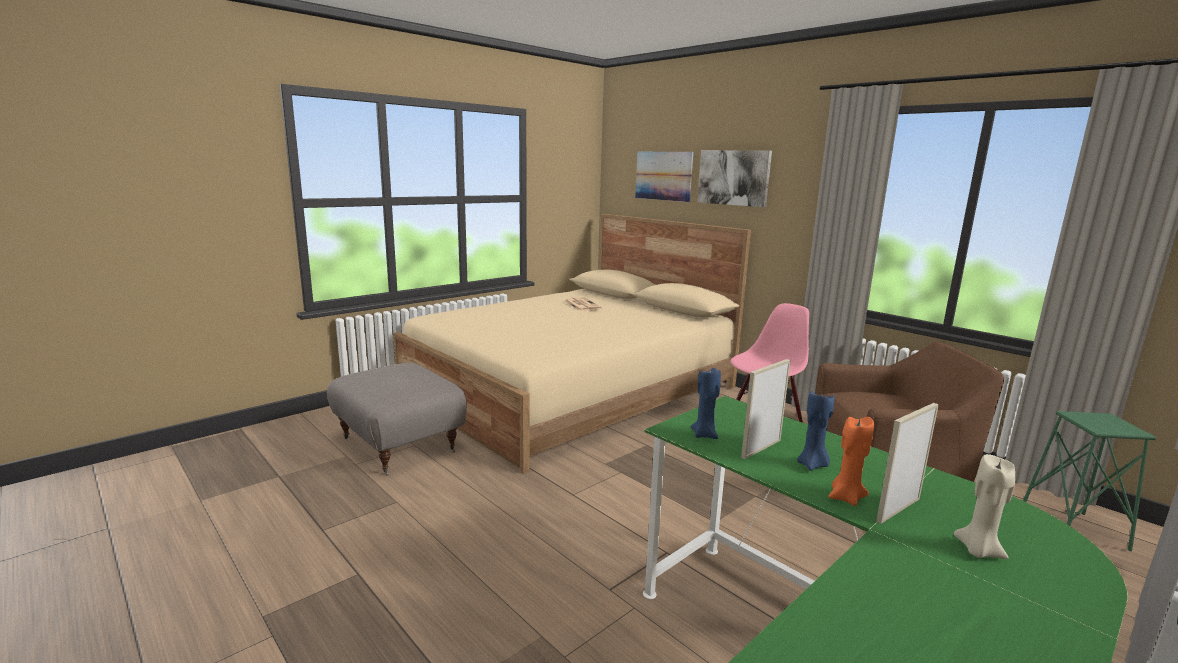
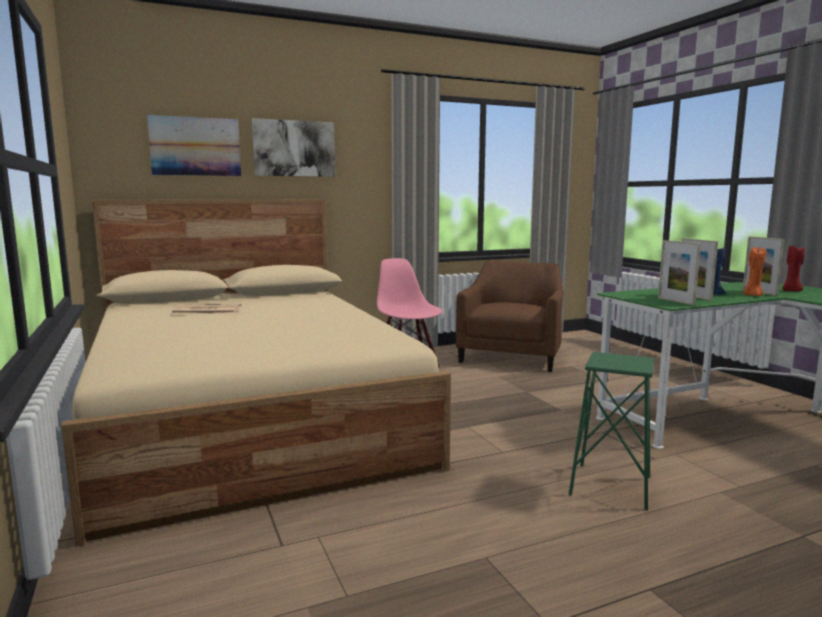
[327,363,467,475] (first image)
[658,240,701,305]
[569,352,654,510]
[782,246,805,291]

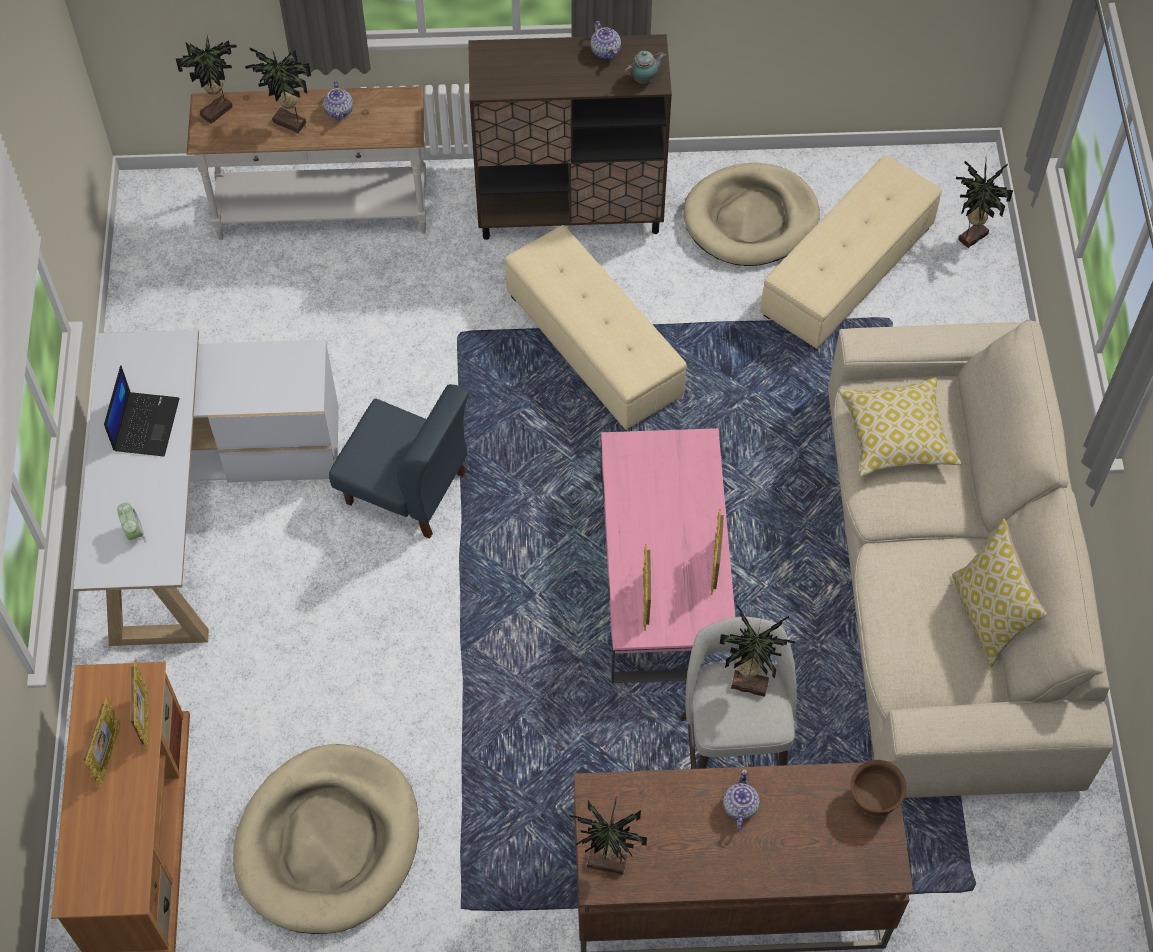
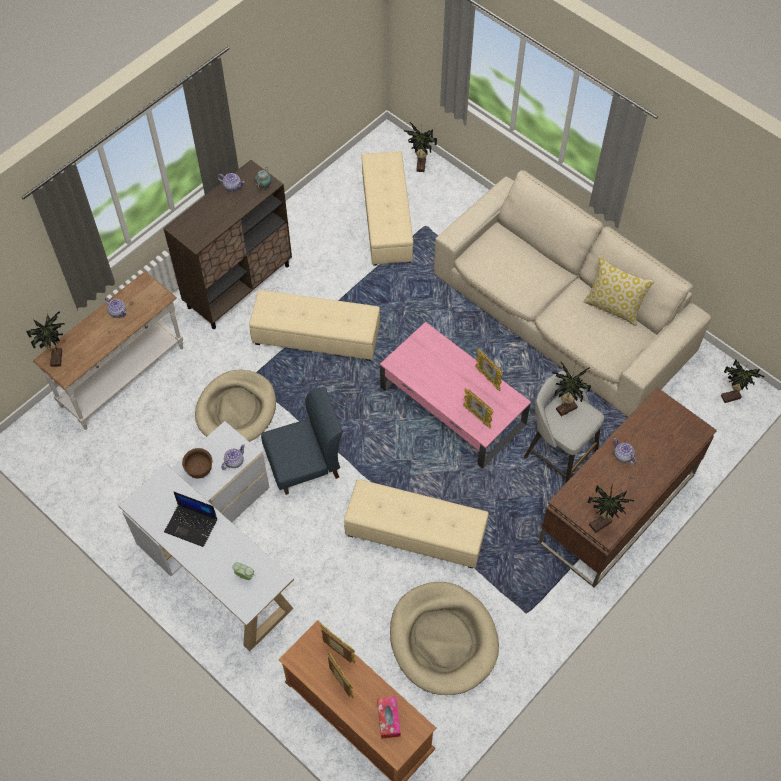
[721,359,764,403]
[195,370,276,442]
[164,492,217,547]
[838,377,961,477] (first image)
[182,448,212,478]
[221,444,245,470]
[344,479,489,568]
[377,696,401,739]

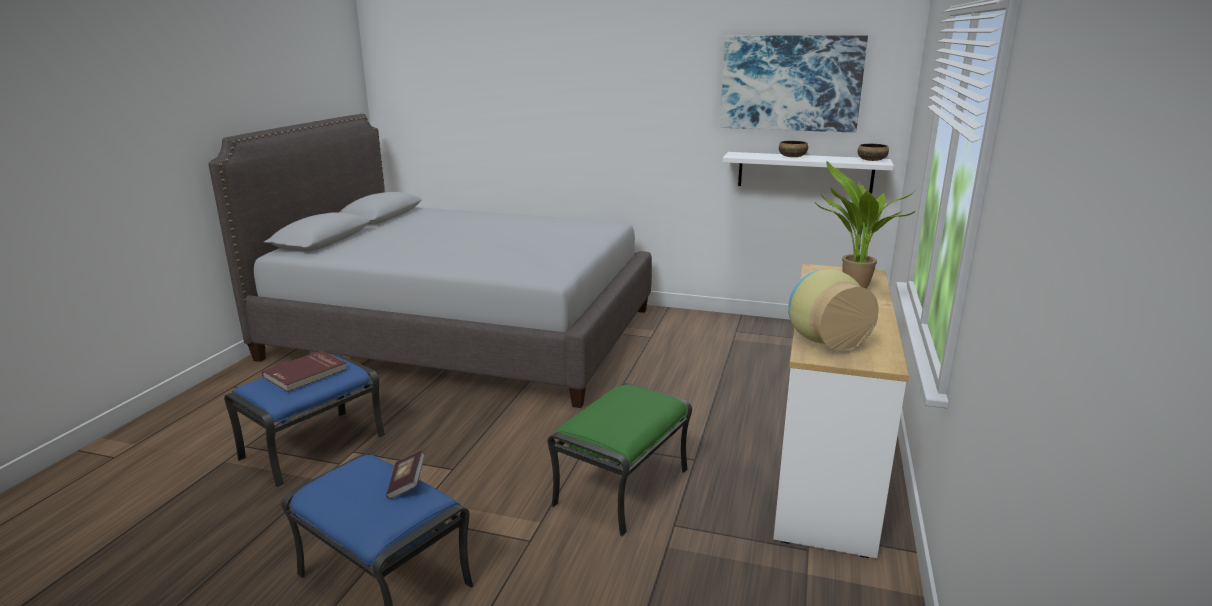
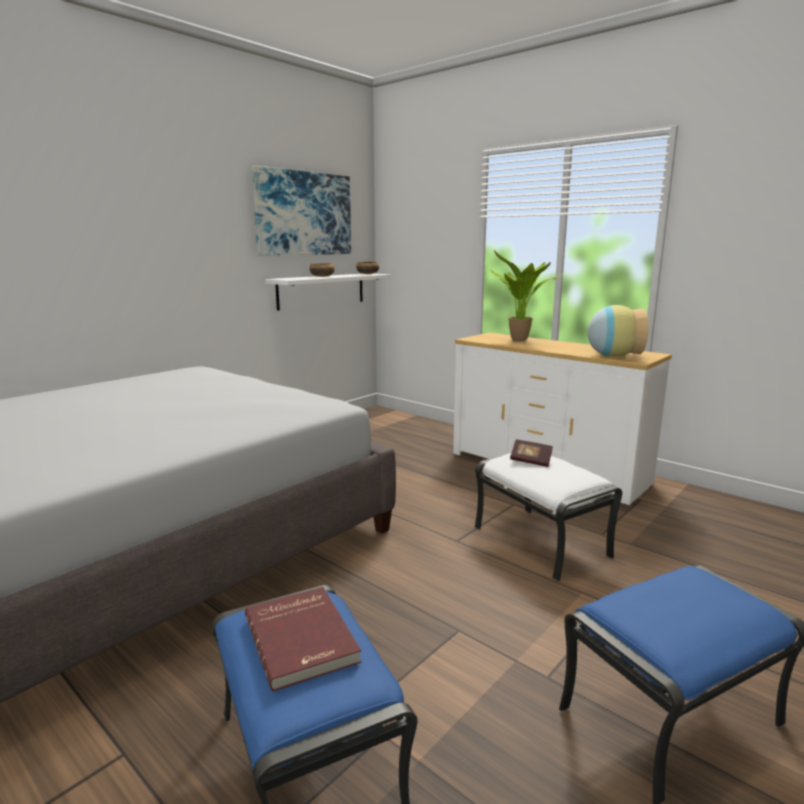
[475,453,622,582]
[510,439,553,467]

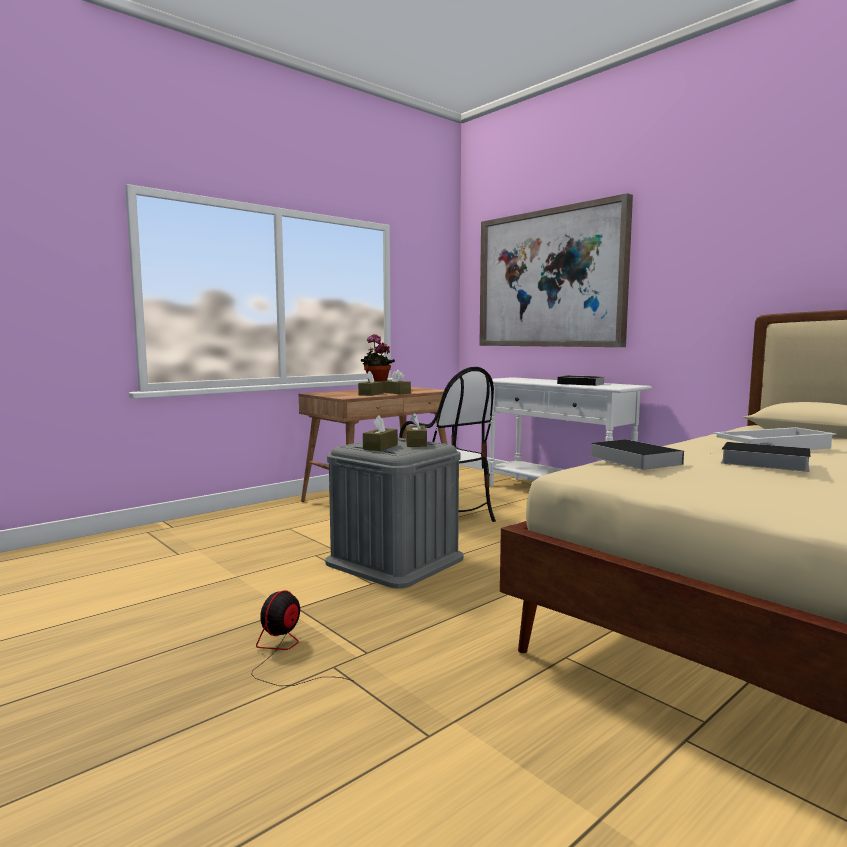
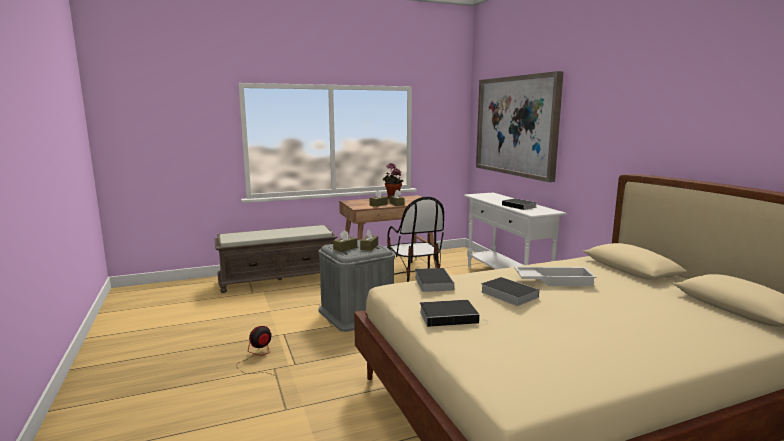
[215,225,338,293]
[420,300,487,327]

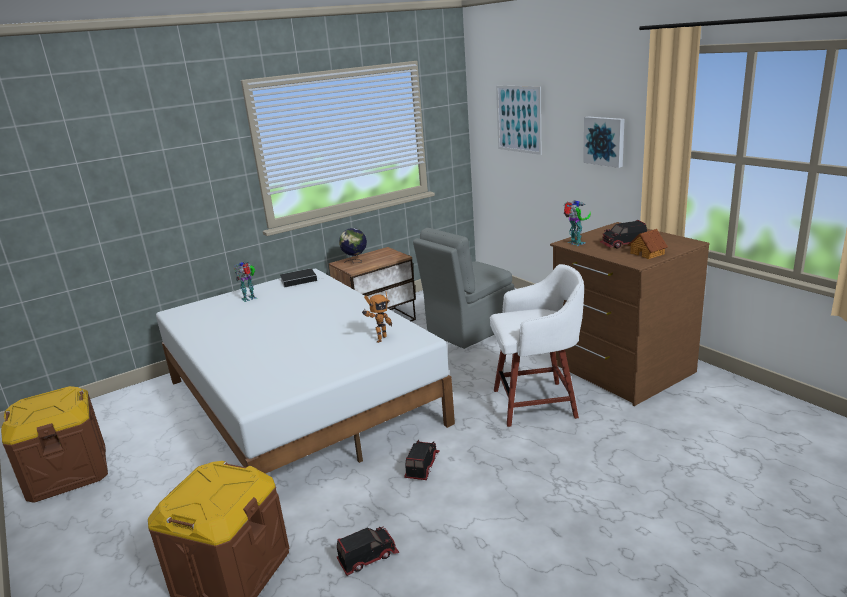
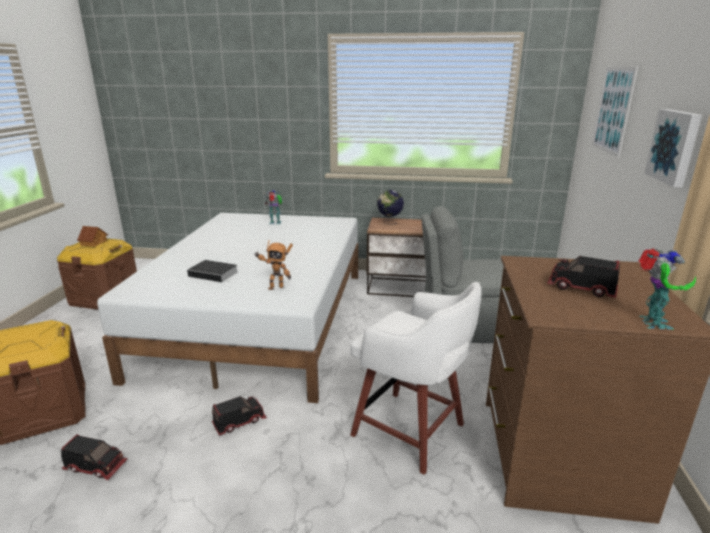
[639,248,696,330]
[77,226,108,247]
[187,260,238,283]

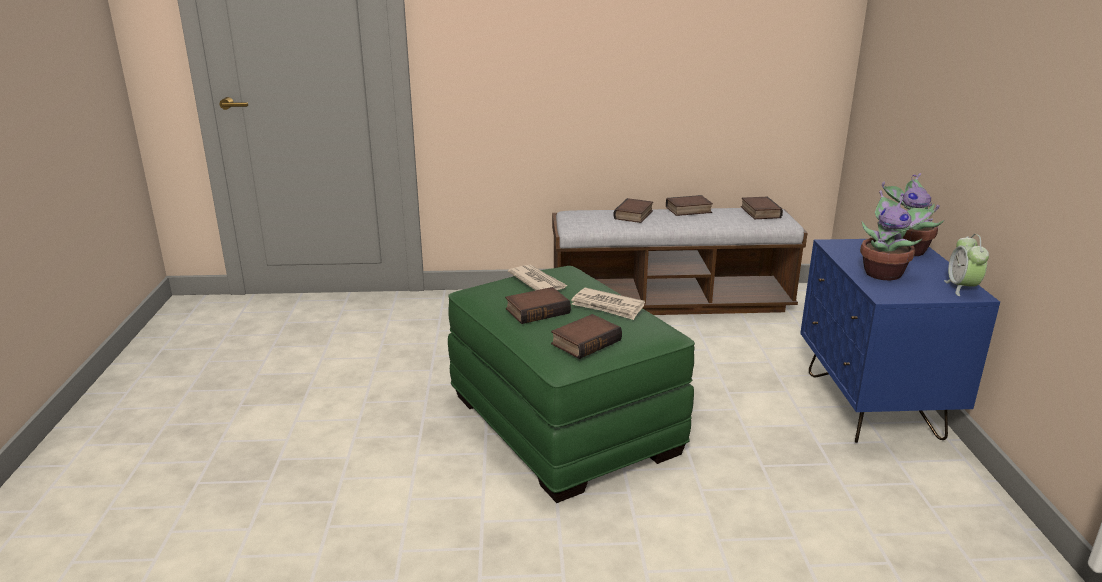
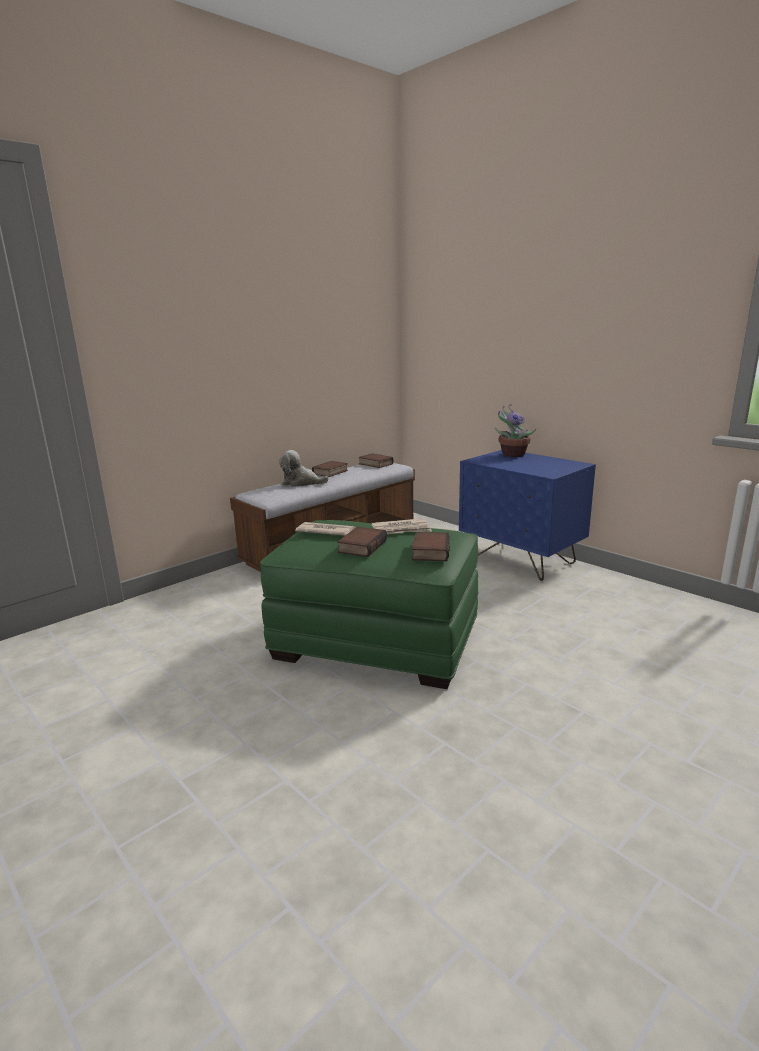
[860,190,939,280] (first image)
[279,450,329,487]
[944,234,989,296] (first image)

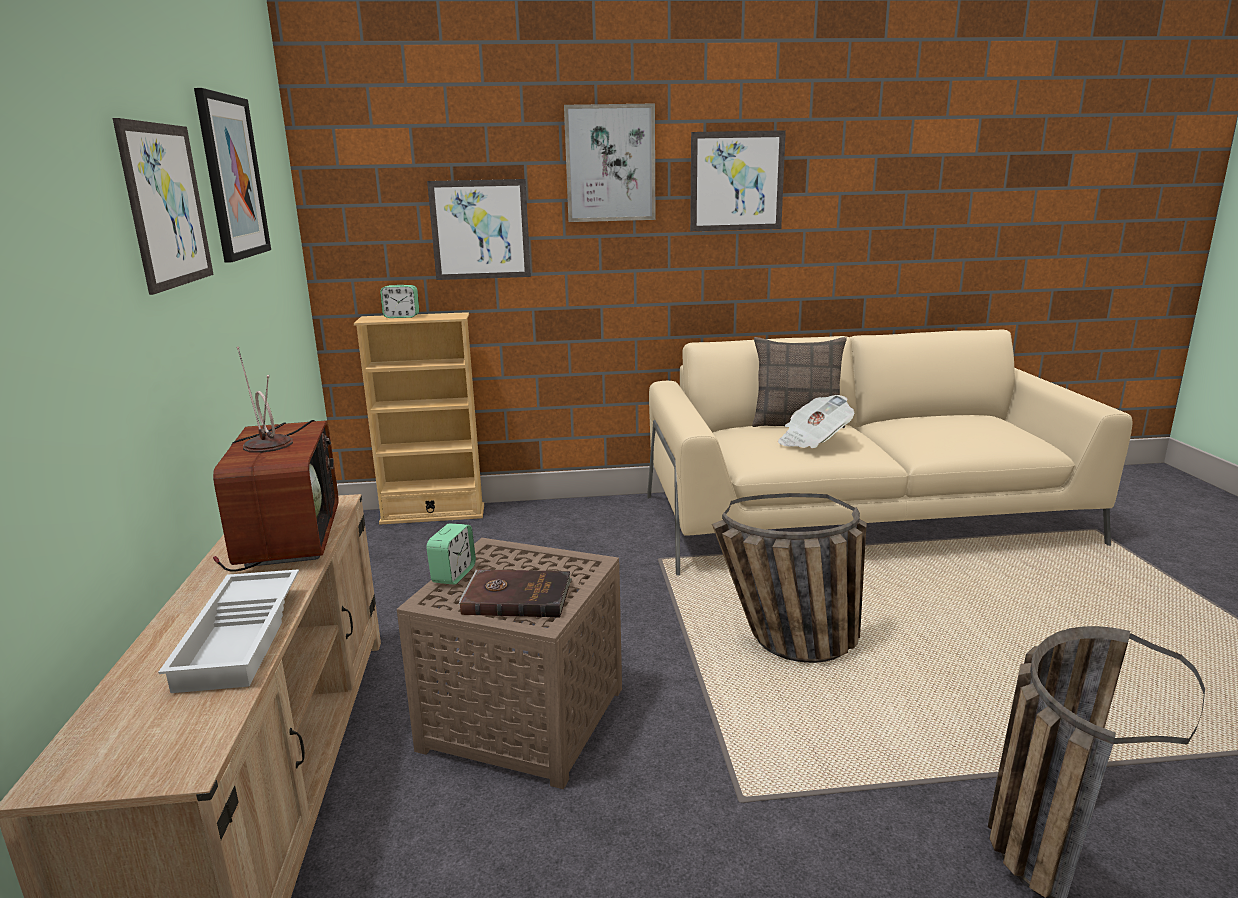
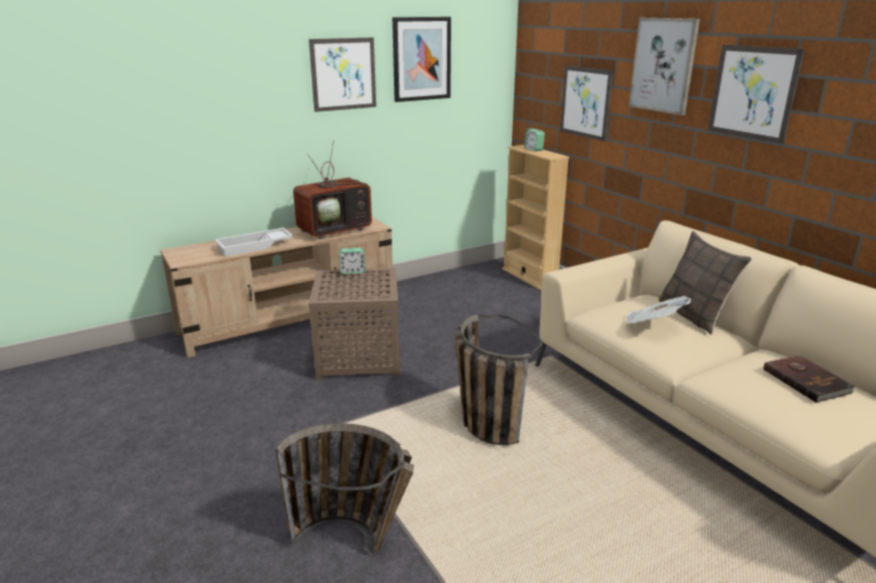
[763,355,855,403]

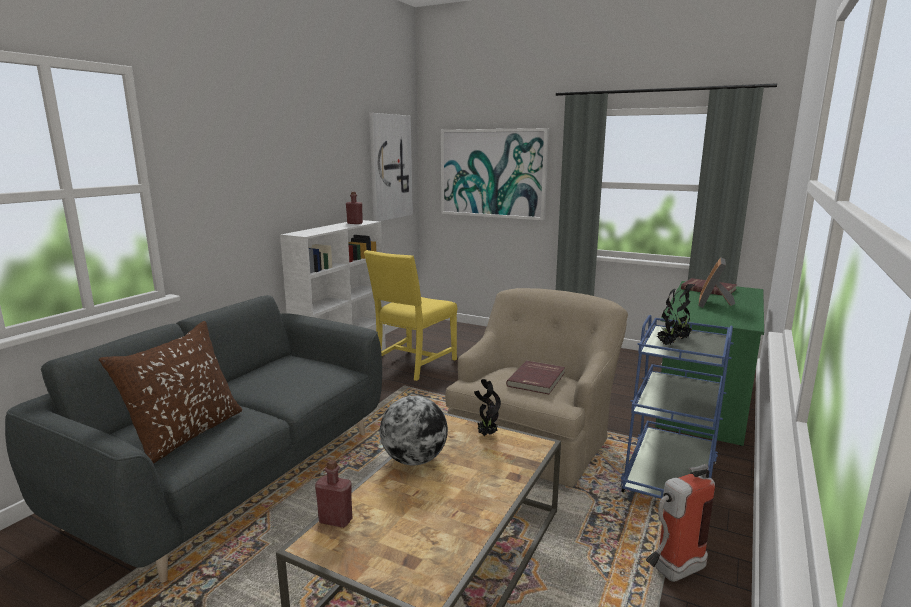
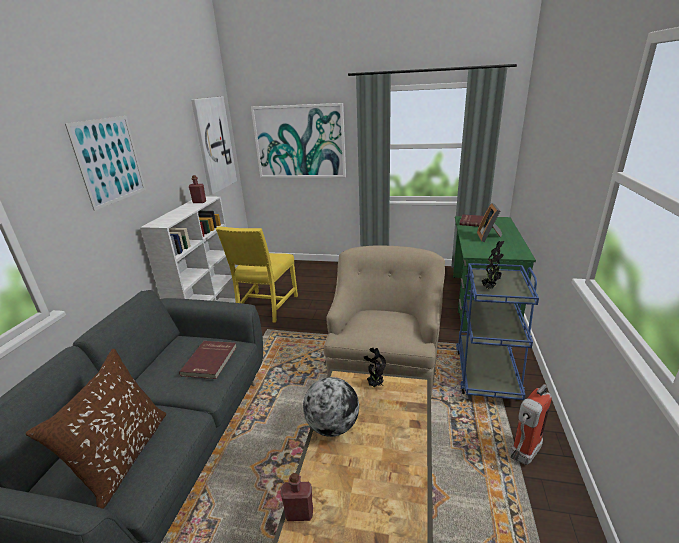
[179,341,237,379]
[65,116,146,211]

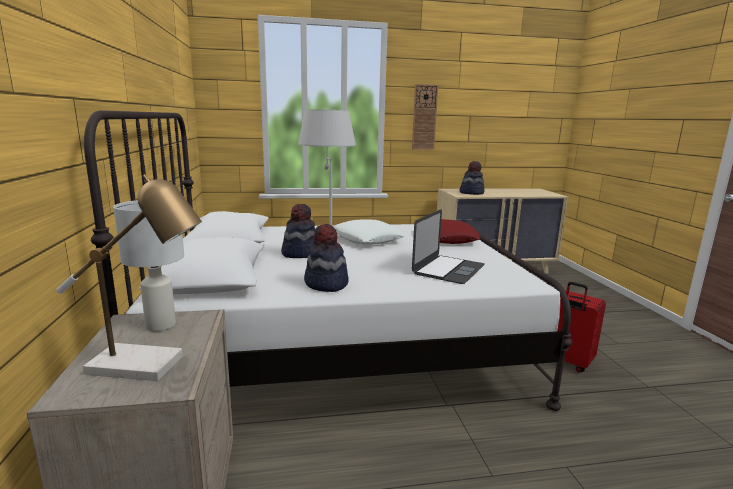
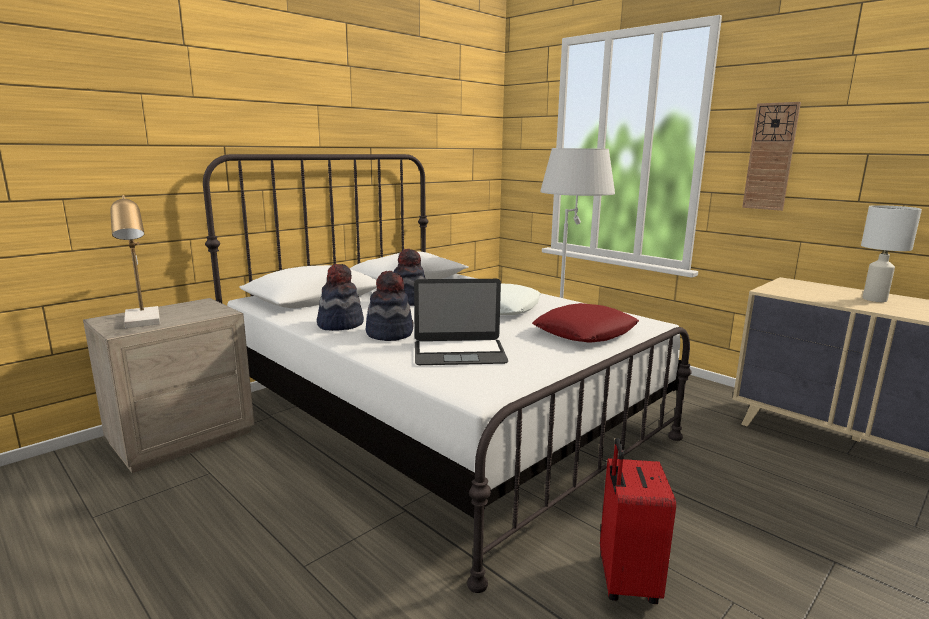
[366,271,414,341]
[861,205,922,302]

